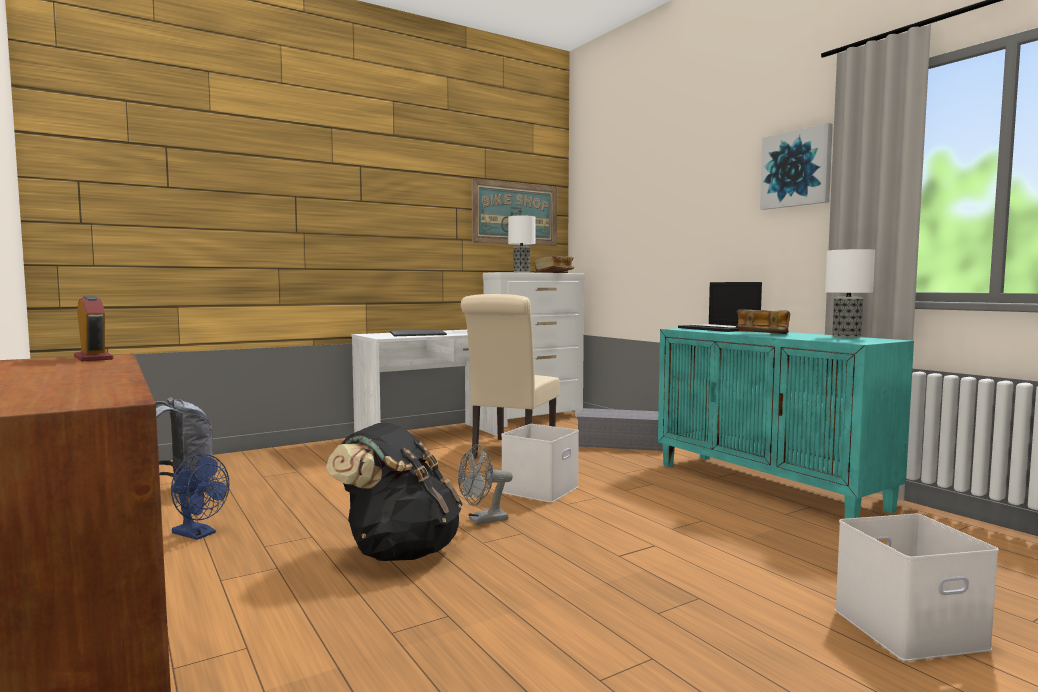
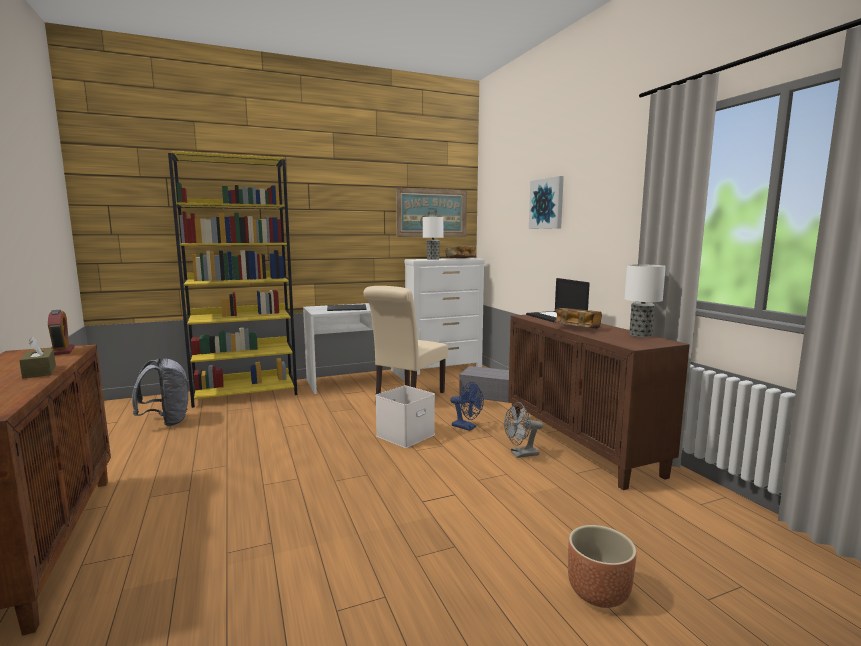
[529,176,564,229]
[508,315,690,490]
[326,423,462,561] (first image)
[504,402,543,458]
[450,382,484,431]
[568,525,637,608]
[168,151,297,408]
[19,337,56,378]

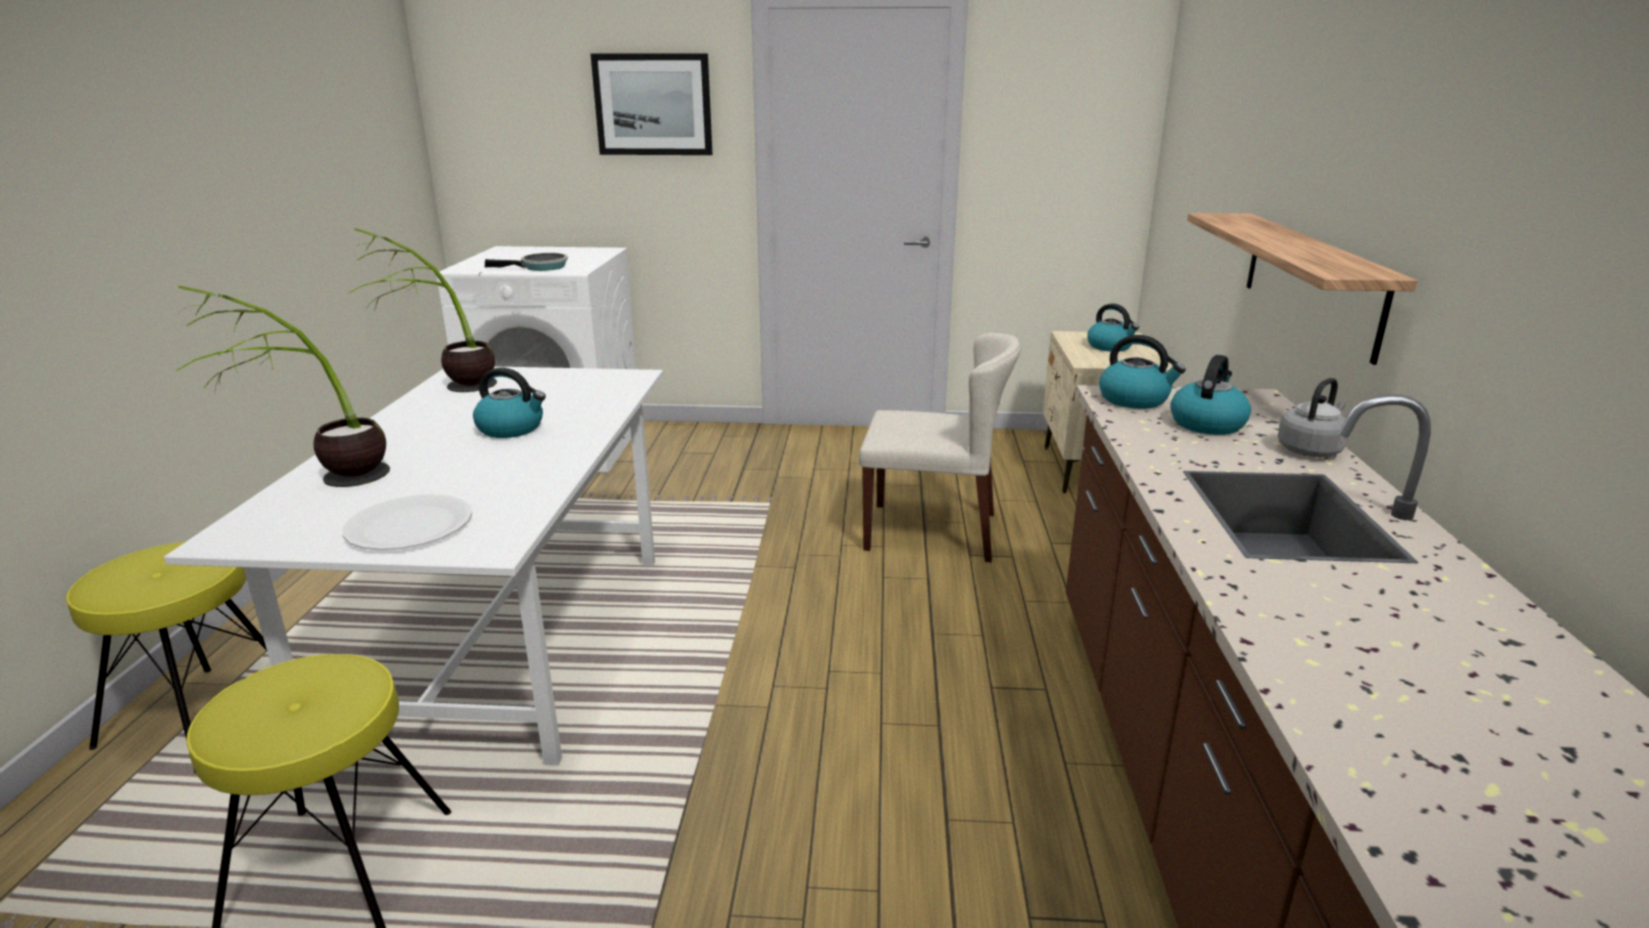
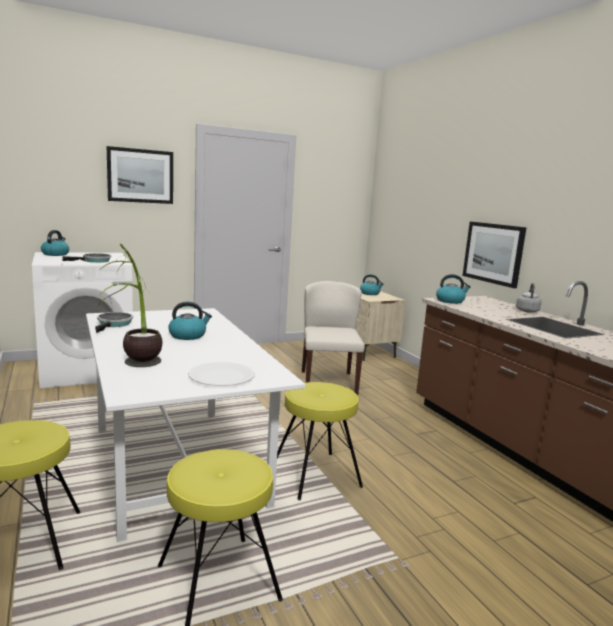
[462,222,527,288]
[95,312,133,333]
[302,281,365,395]
[41,230,69,256]
[277,382,363,500]

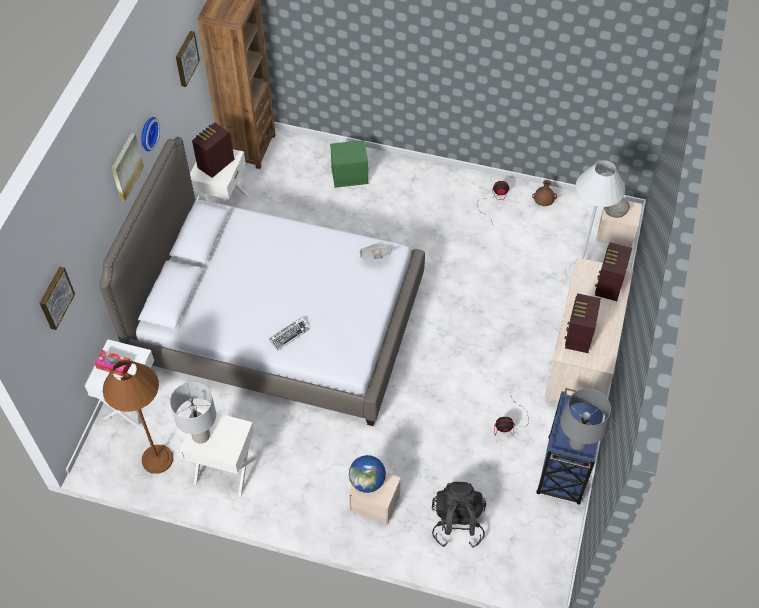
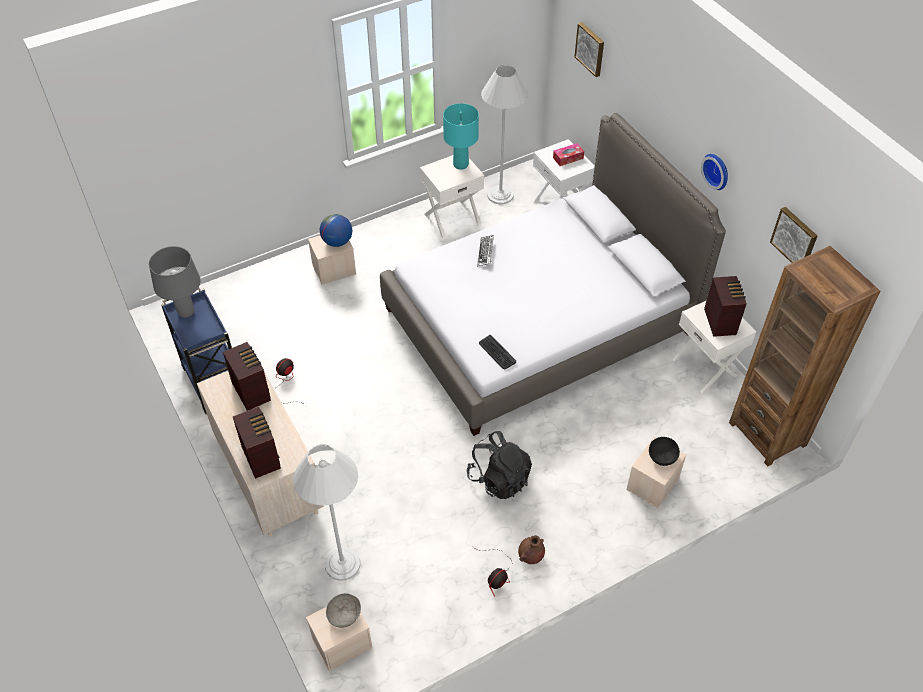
[111,133,144,202] (first image)
[626,437,686,508]
[518,535,545,564]
[479,335,516,369]
[481,65,528,204]
[443,103,479,170]
[467,431,532,499]
[649,437,680,466]

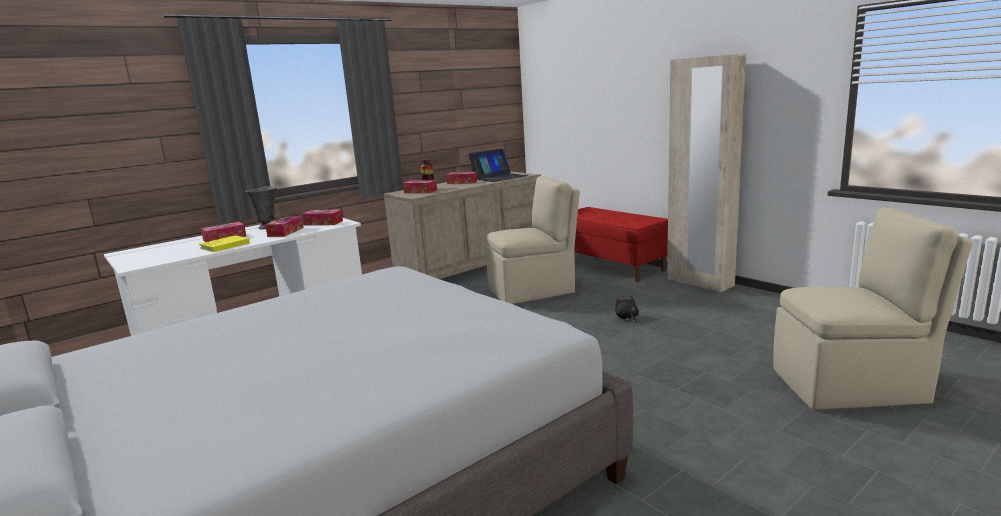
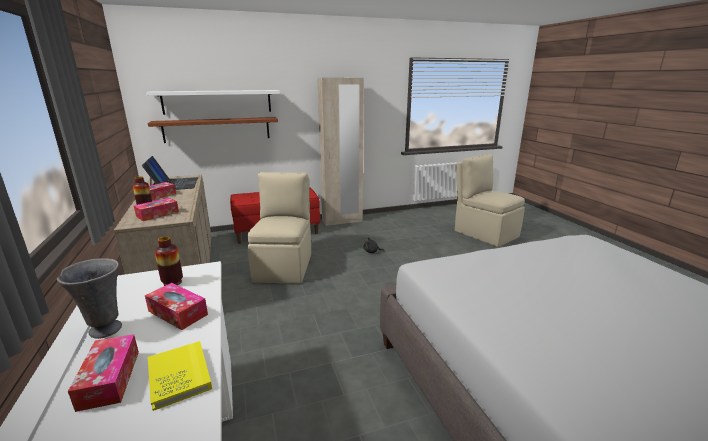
[455,154,525,247]
[155,237,183,286]
[146,90,280,115]
[148,117,278,143]

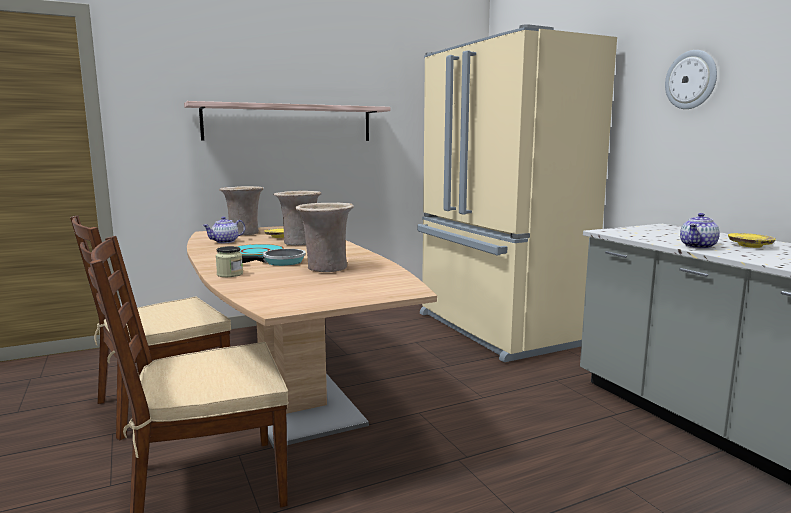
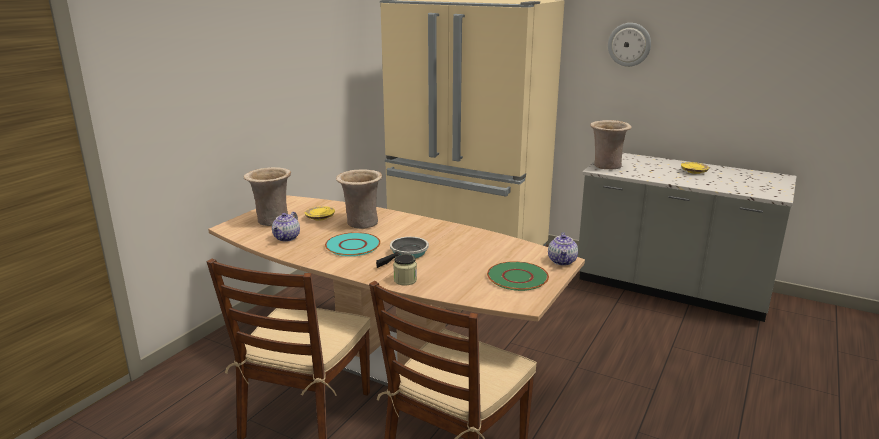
[184,101,391,141] (first image)
[590,120,632,170]
[548,232,578,266]
[487,261,549,291]

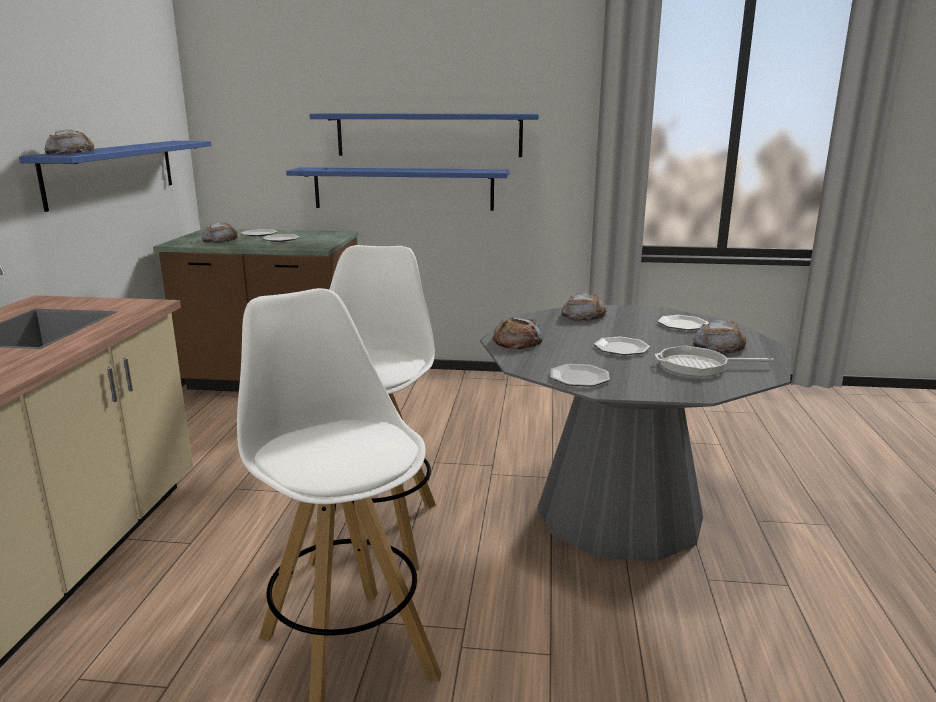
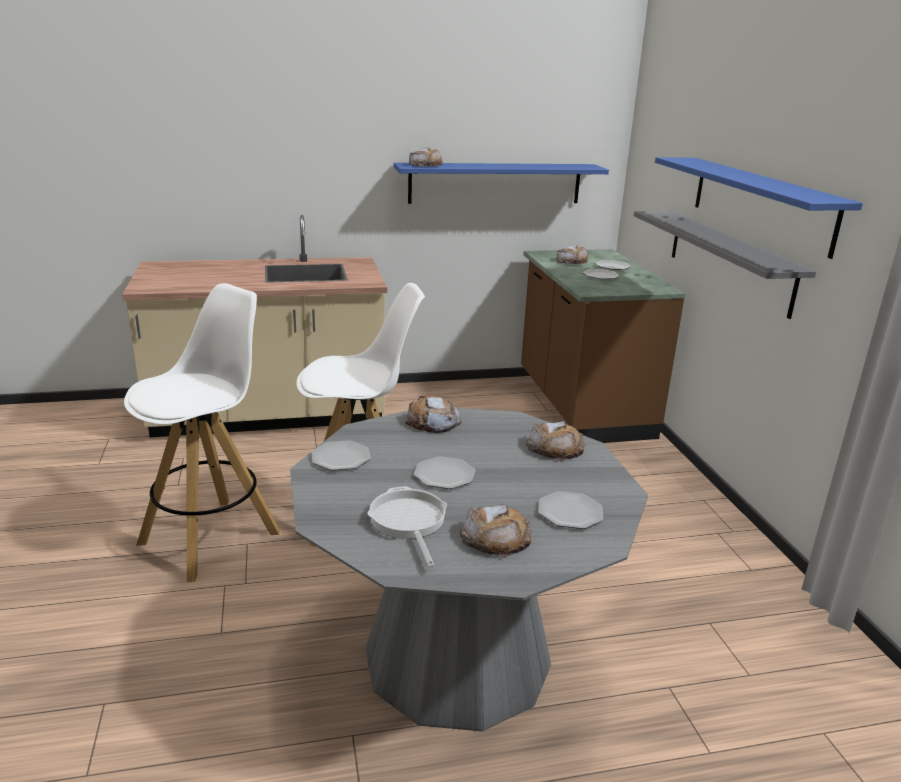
[634,211,816,319]

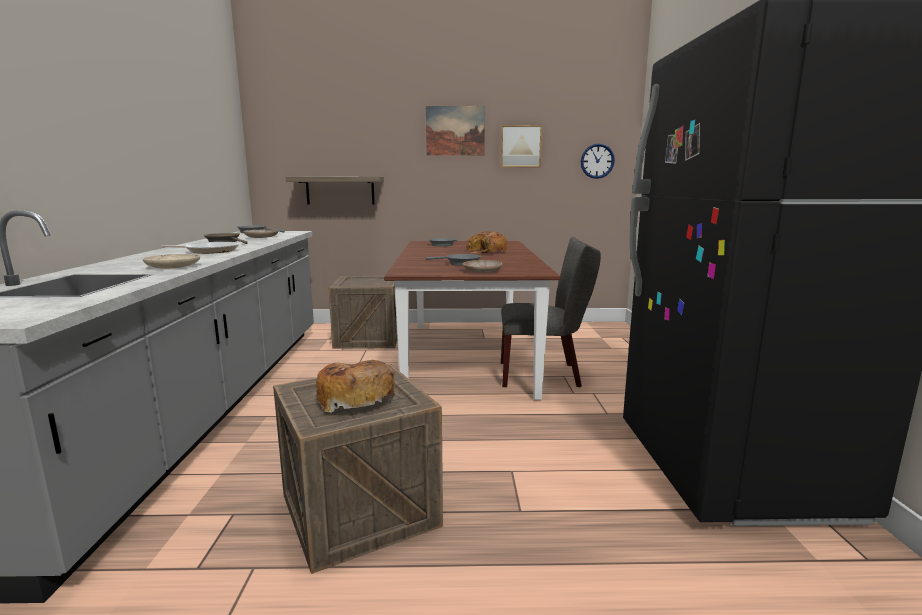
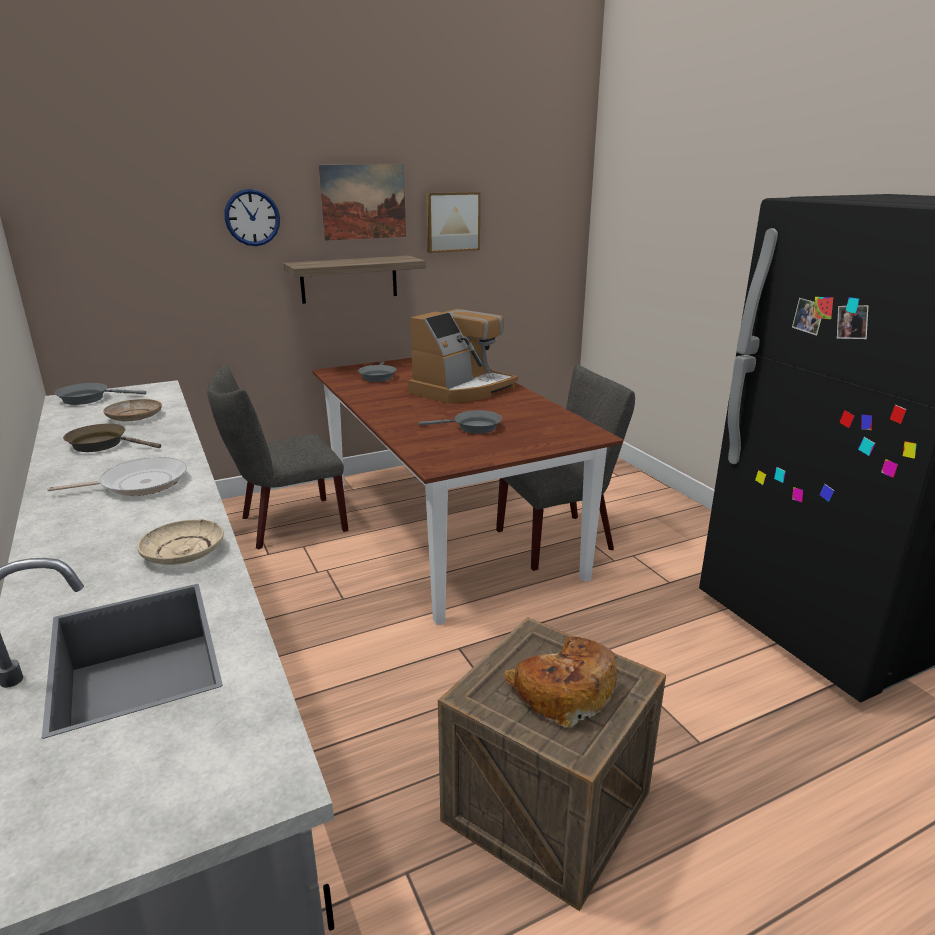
[224,189,280,246]
[283,256,426,304]
[408,309,518,403]
[462,260,502,273] (first image)
[207,365,349,549]

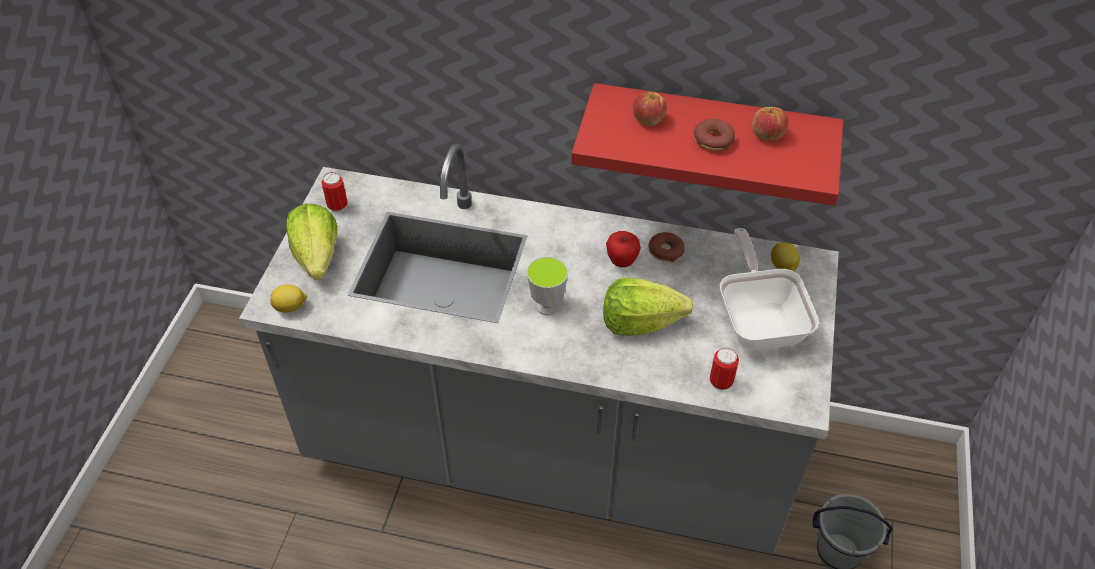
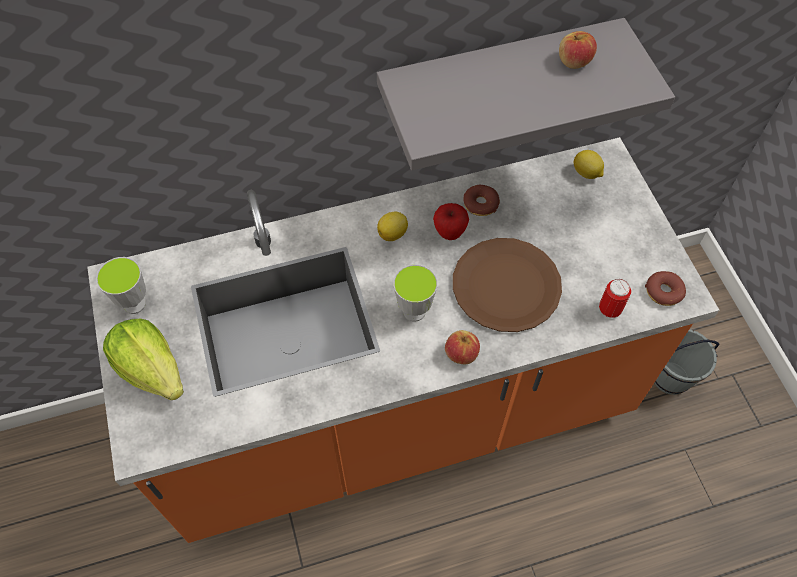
[377,18,675,170]
[445,330,480,365]
[645,271,686,306]
[87,137,719,543]
[96,257,146,314]
[720,228,819,350] (first image)
[453,238,562,332]
[377,212,408,241]

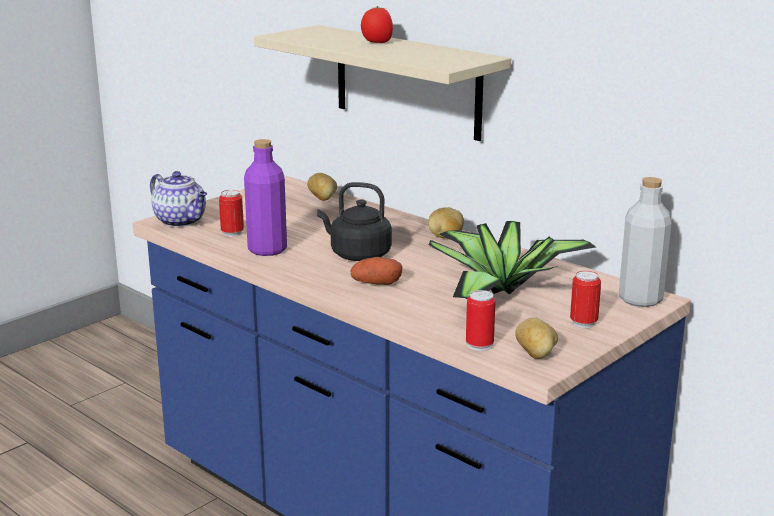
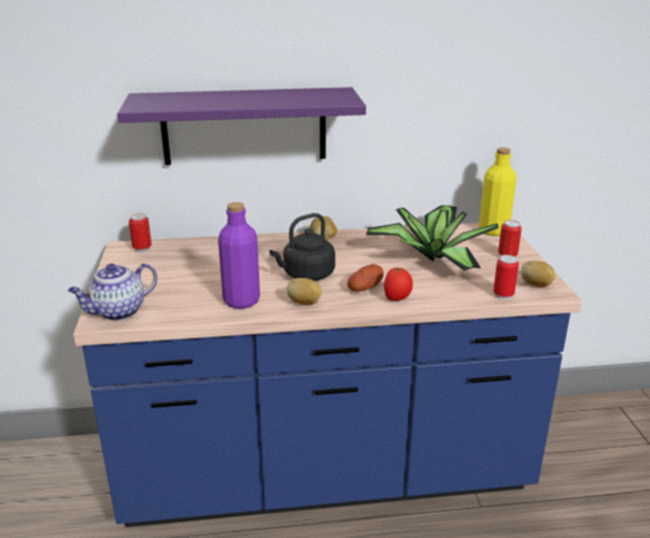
[384,268,413,301]
[117,87,366,165]
[68,263,157,321]
[287,278,322,306]
[479,148,517,236]
[129,213,152,252]

